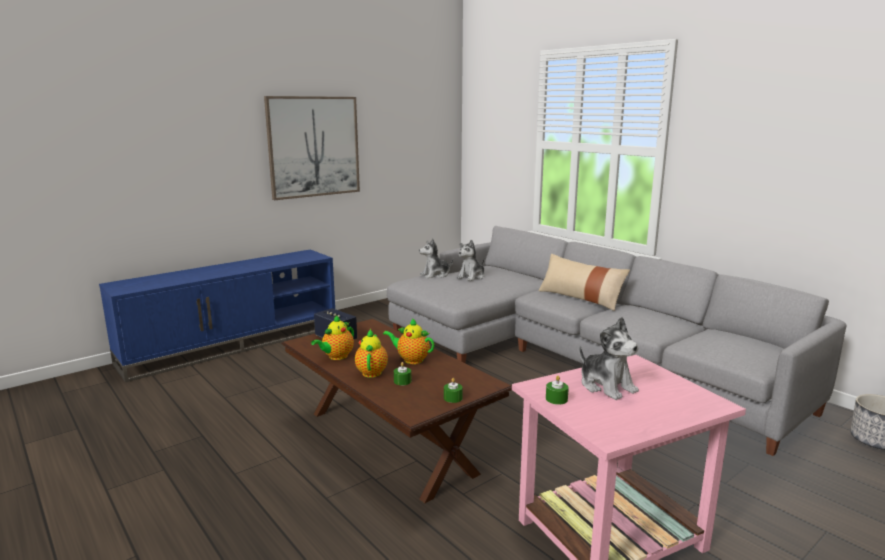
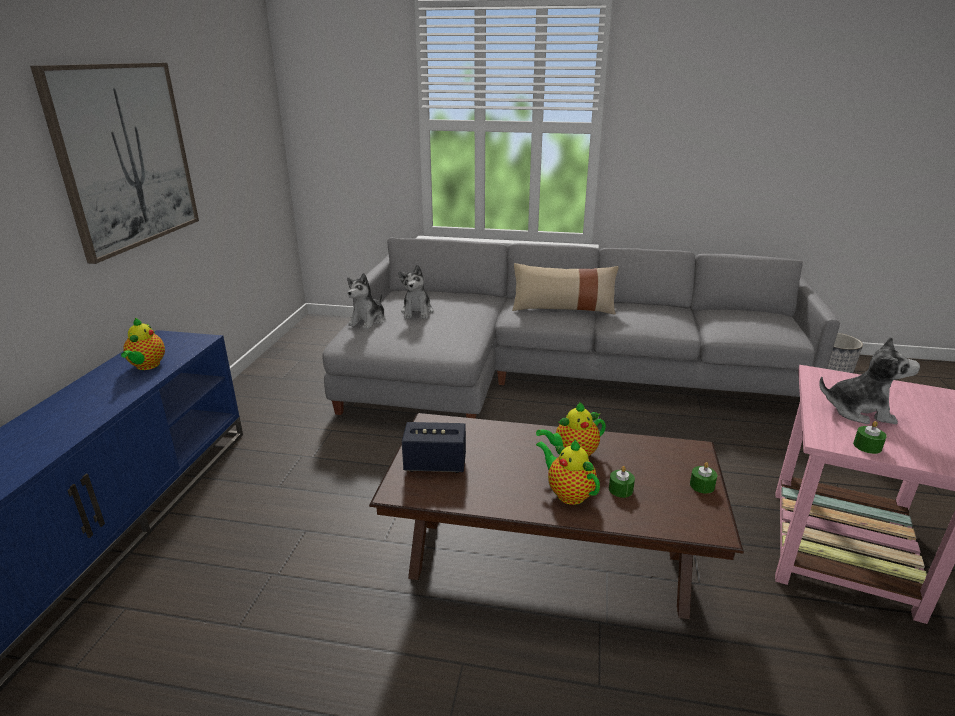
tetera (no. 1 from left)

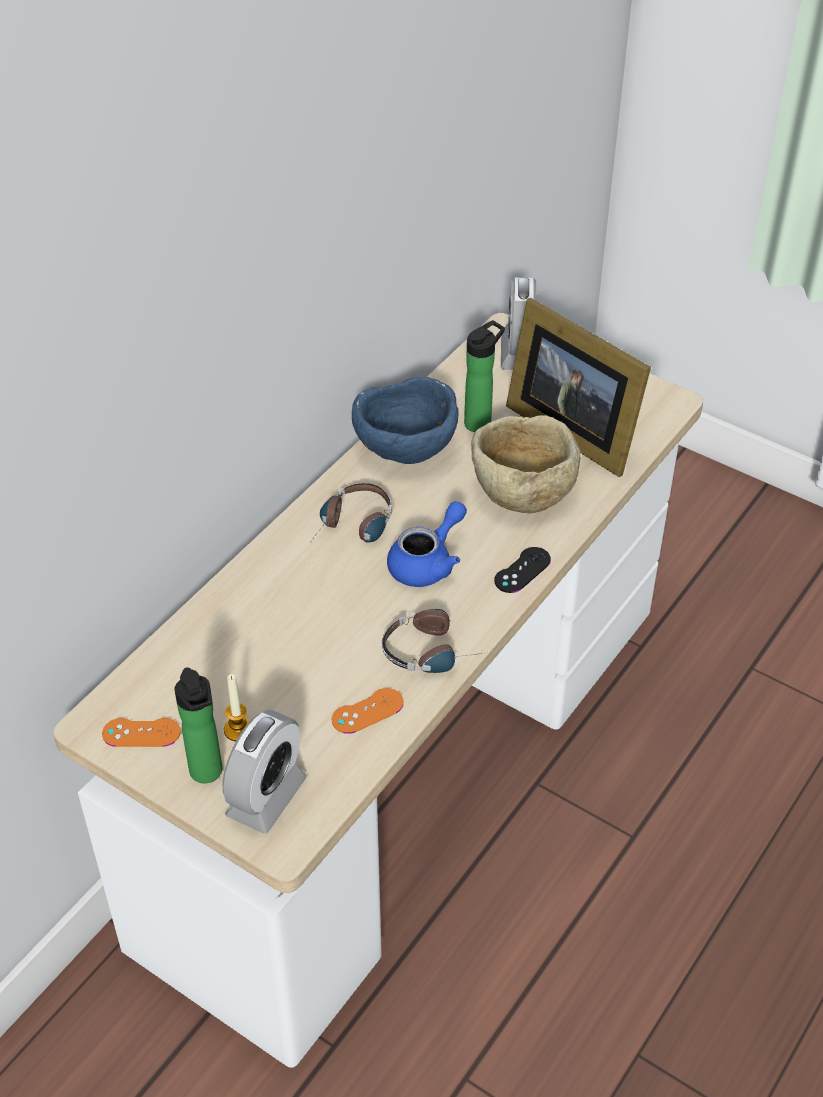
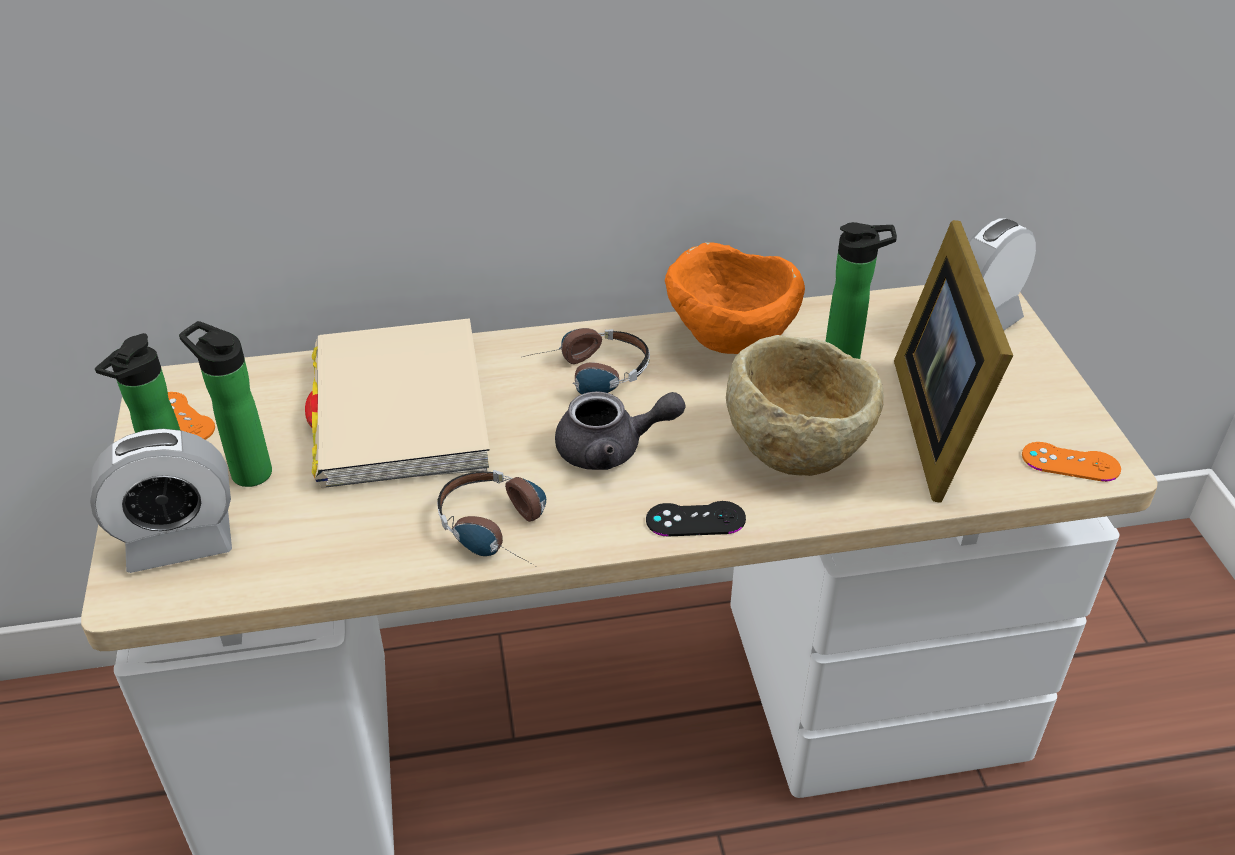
libro/beis
mando de consola/naranja (no. 2 from left)
botella (no. 2 from left)
cuenco/naranja
tetera/gris

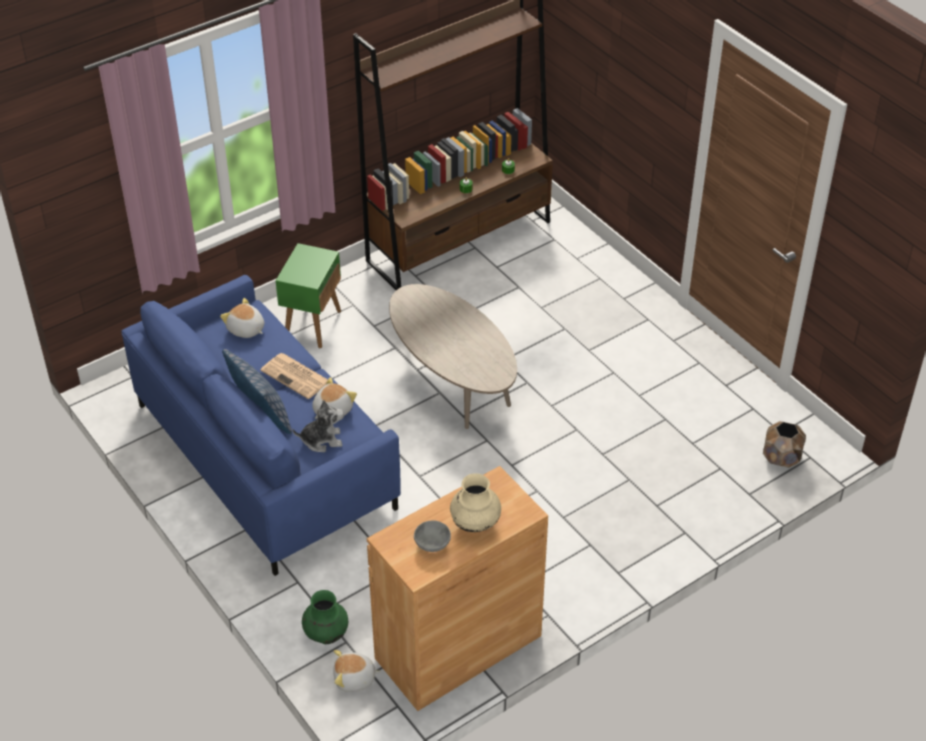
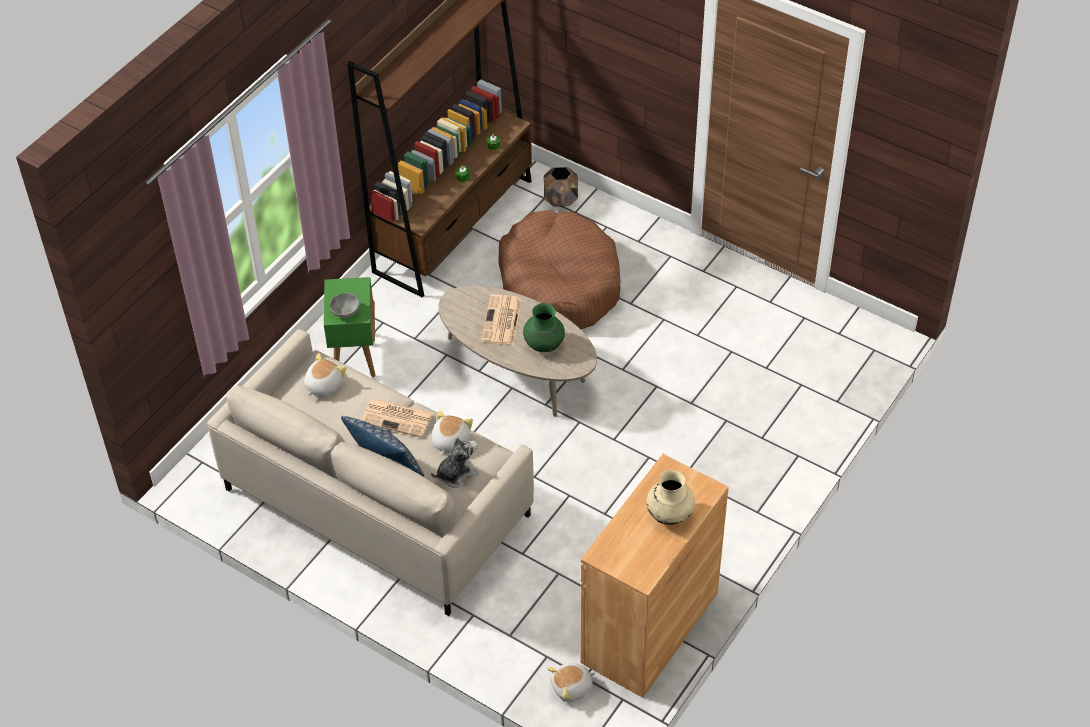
periódico (no. 2 from left)
cama para perro/marrón
florero/verde
cuenco/gris
maceta/marrón
sofá/beis
peluche (no. 1 from left)

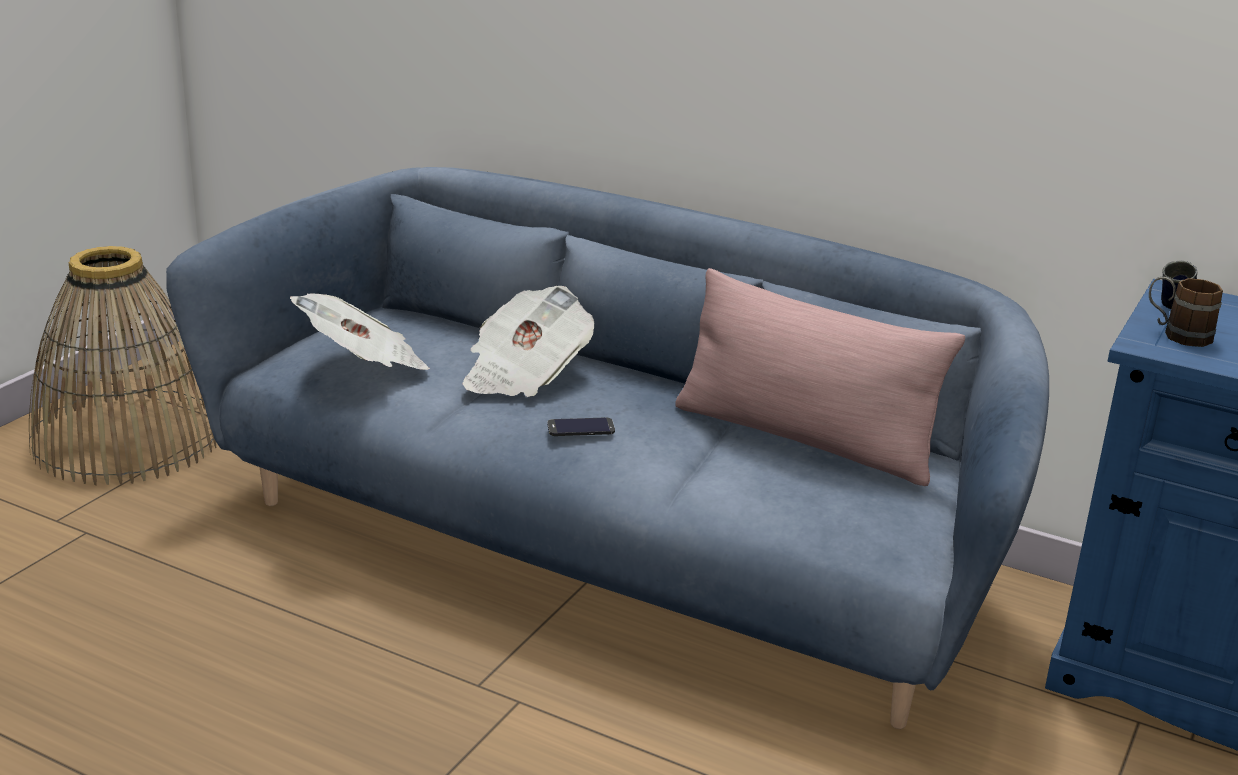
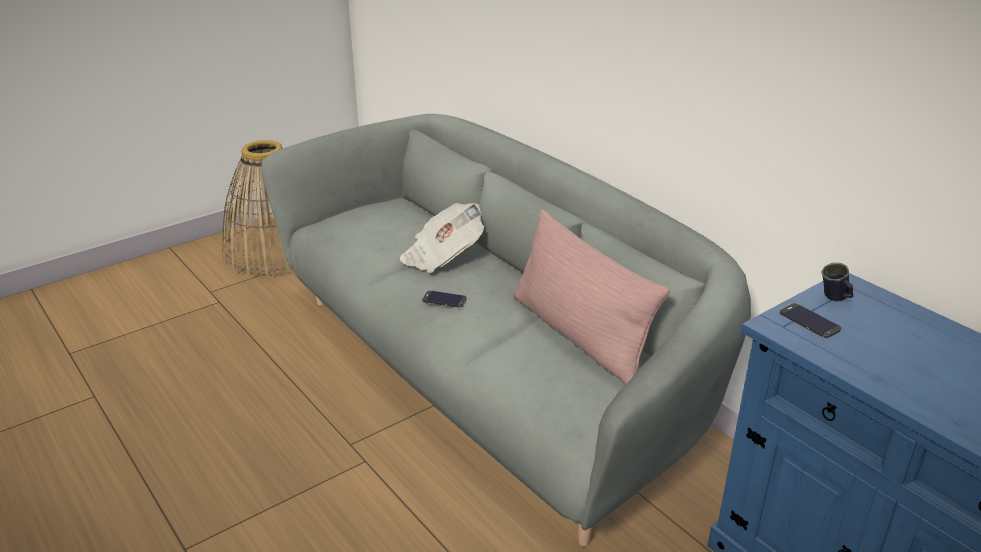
periódico (no. 1 from left in the first image)
móvil (no. 2 from left)
sofá/gris

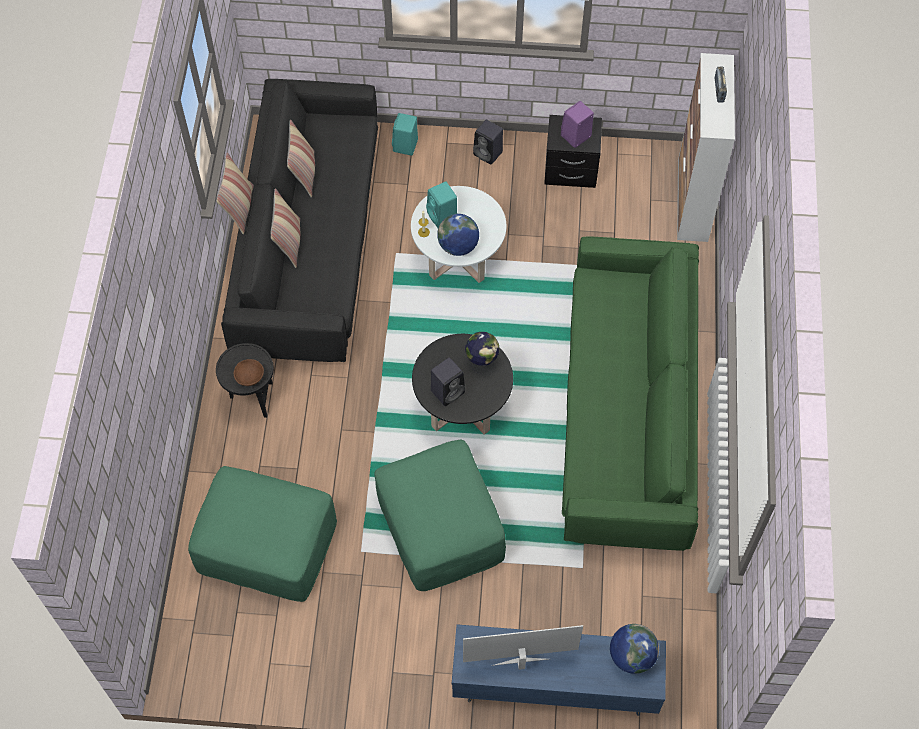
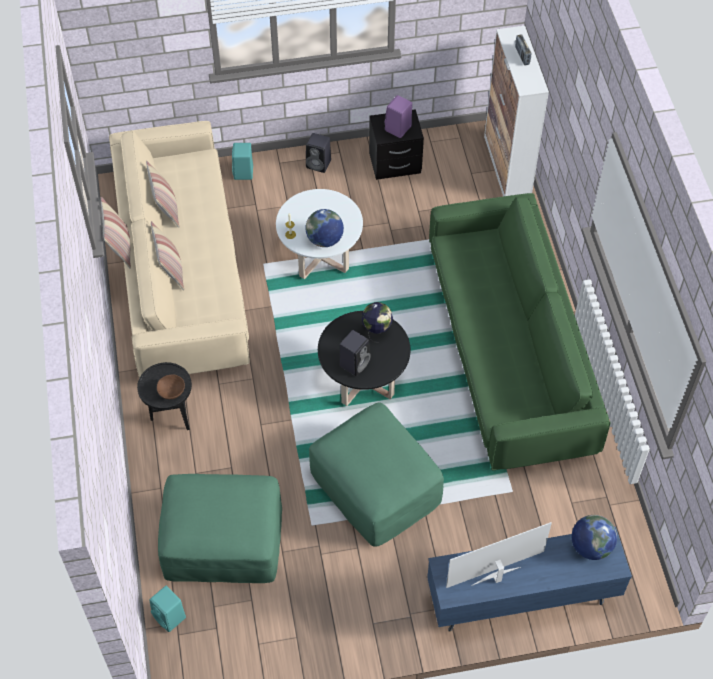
altavoz/turquesa (no. 1 from left)
sofá/beis

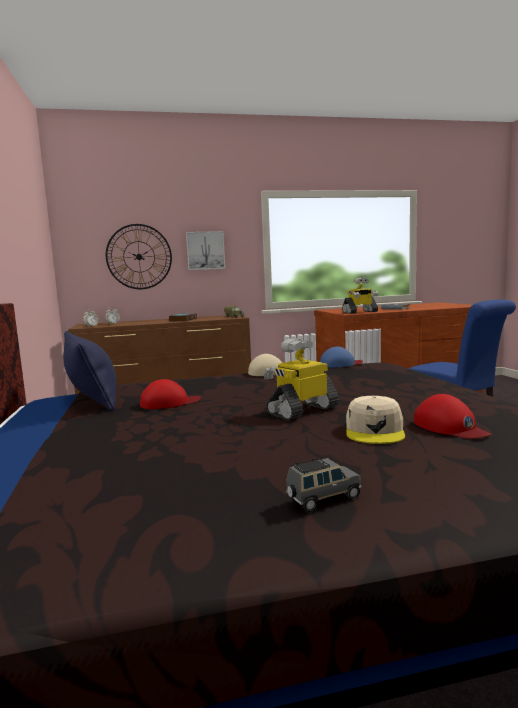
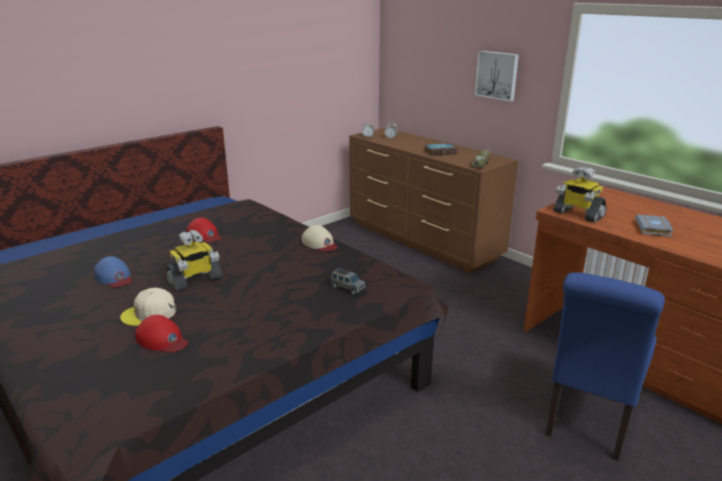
cojín/azul
reloj de pared
coche de juguete/gris
gorra/azul
robot de juguete (no. 1 from left)
gorra/rojo (no. 1 from left)

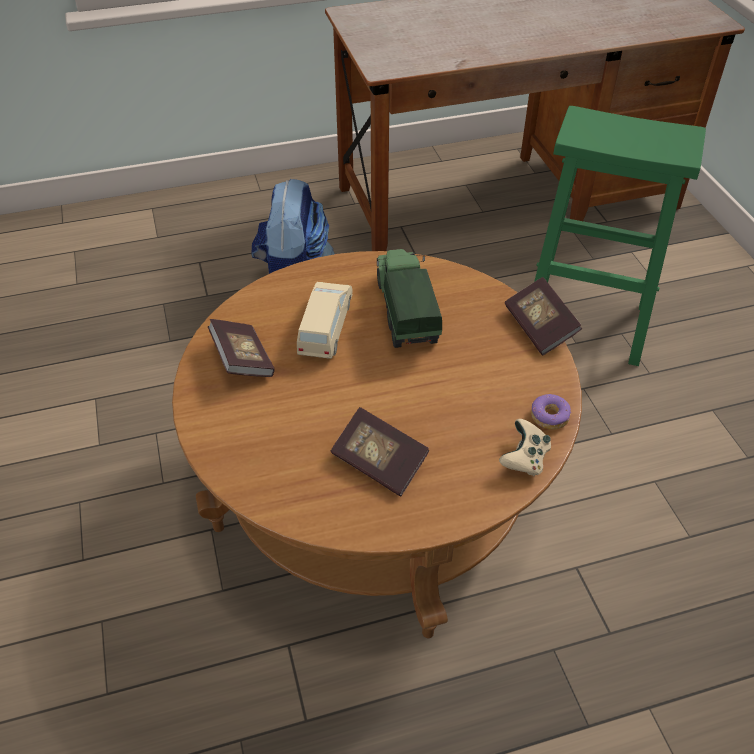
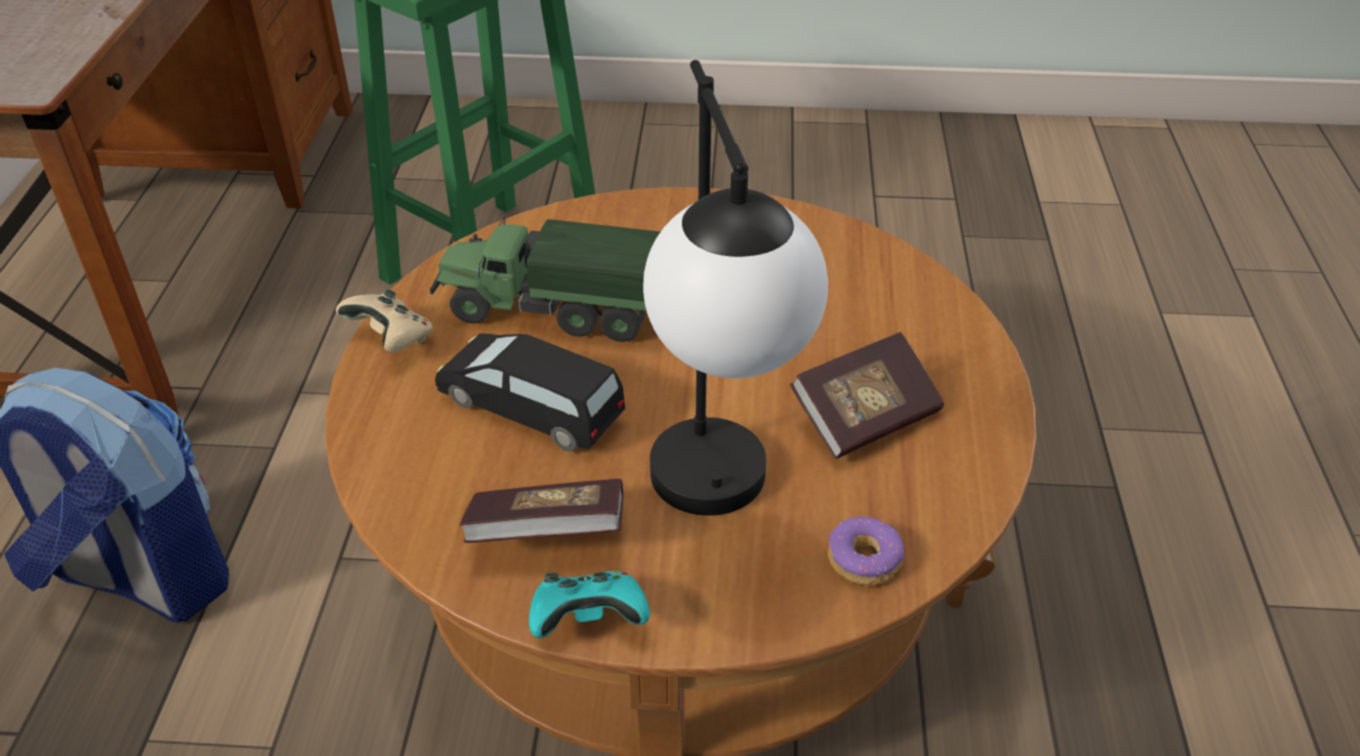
libro (no. 3 from left in the first image)
mando de consola/turquesa
lámpara de mesa
mando de consola/beis
rosquilla
coche de juguete/negro

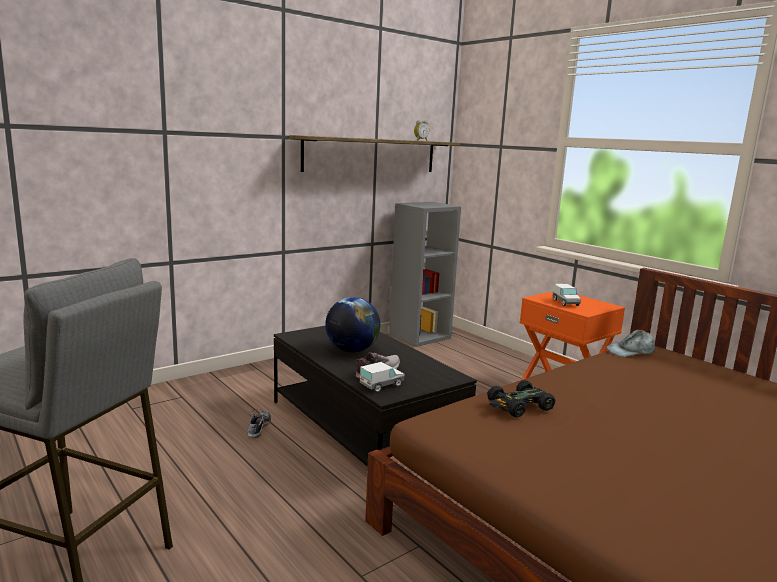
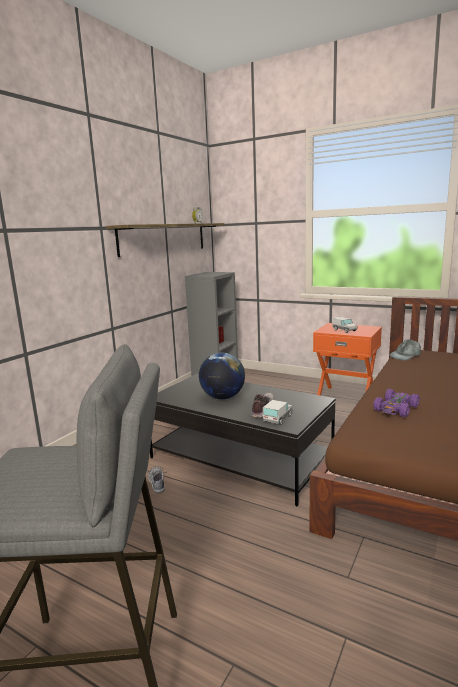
coche de juguete/morado

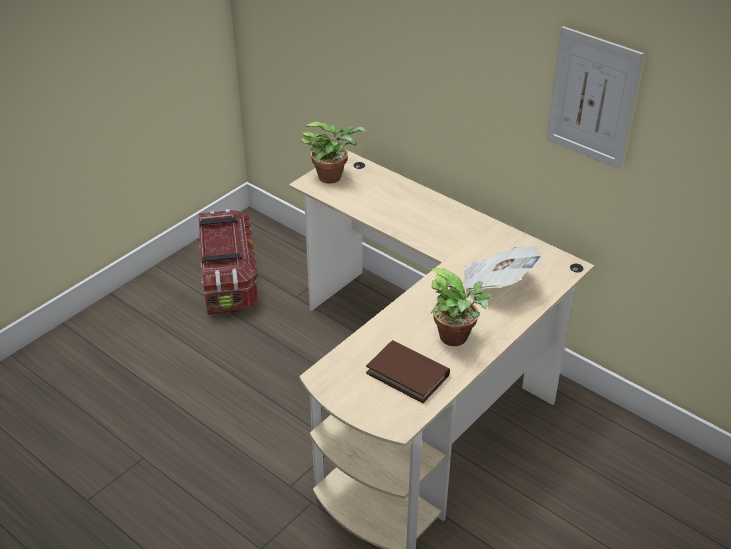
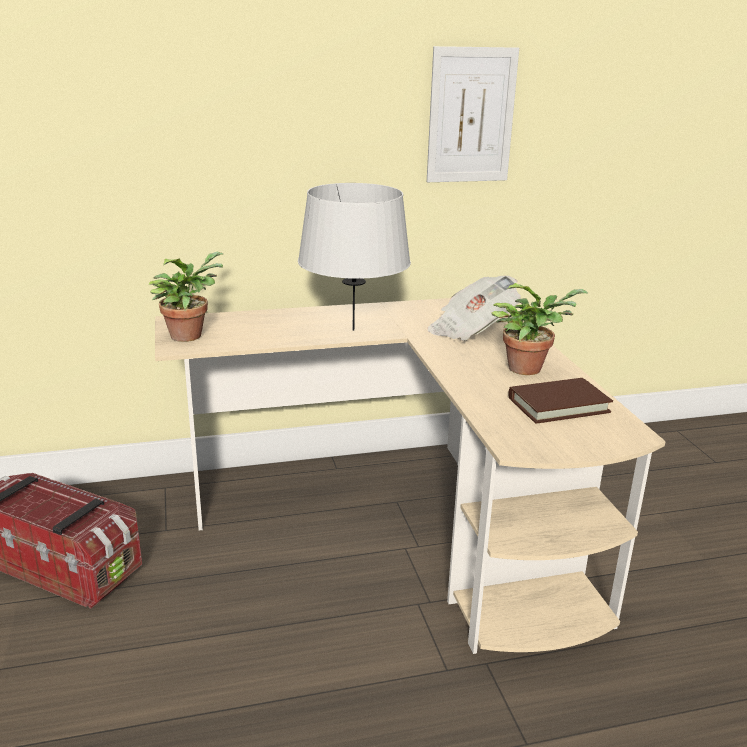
lámpara de mesa/gris

